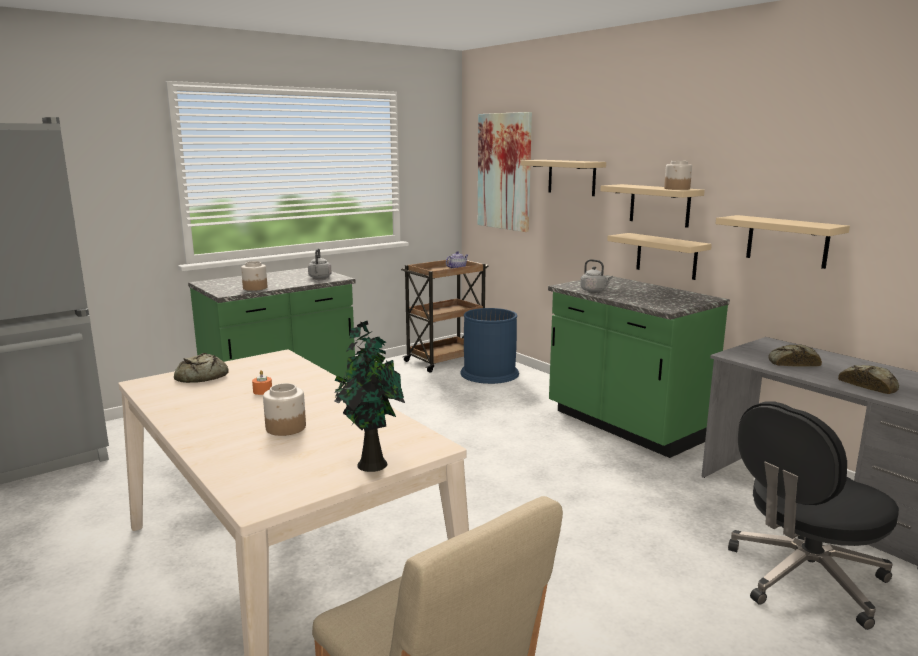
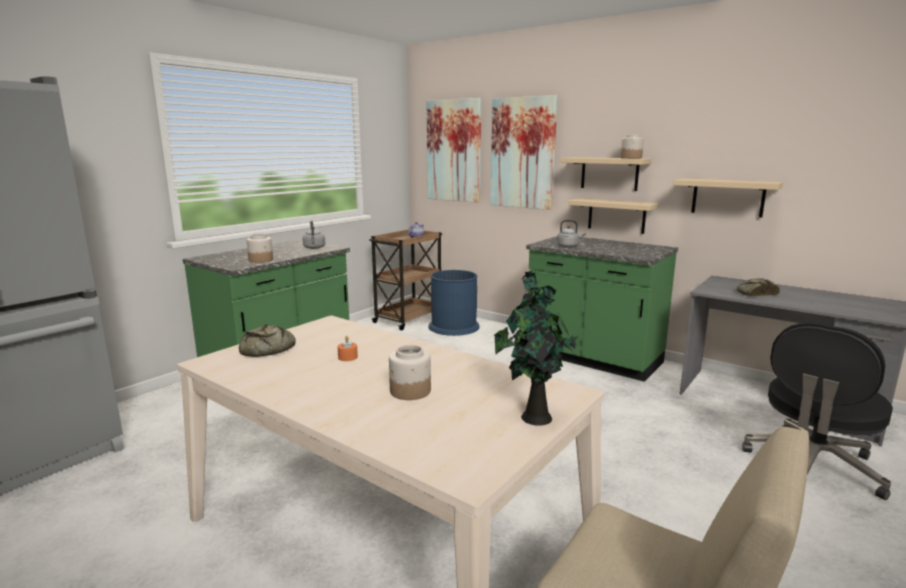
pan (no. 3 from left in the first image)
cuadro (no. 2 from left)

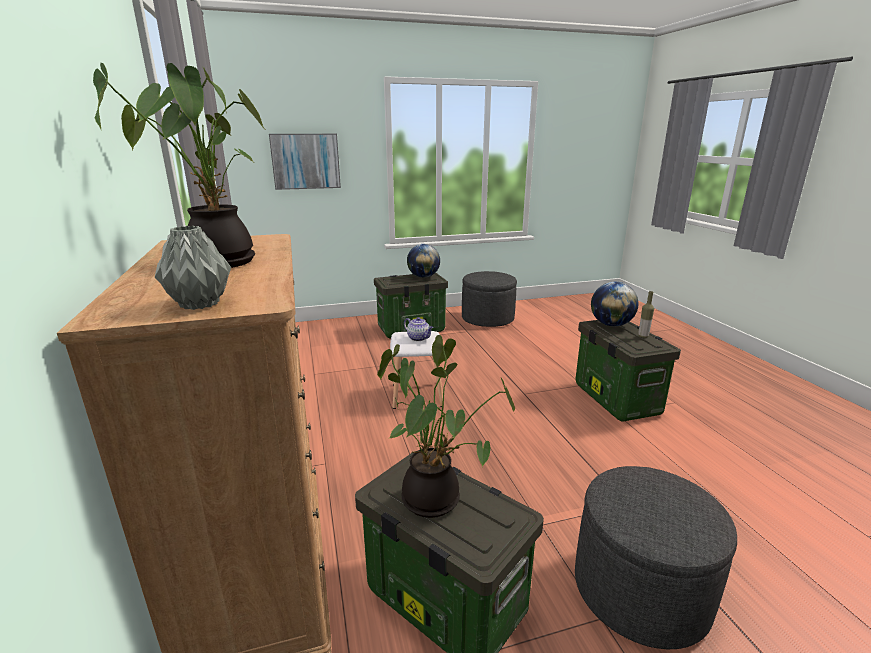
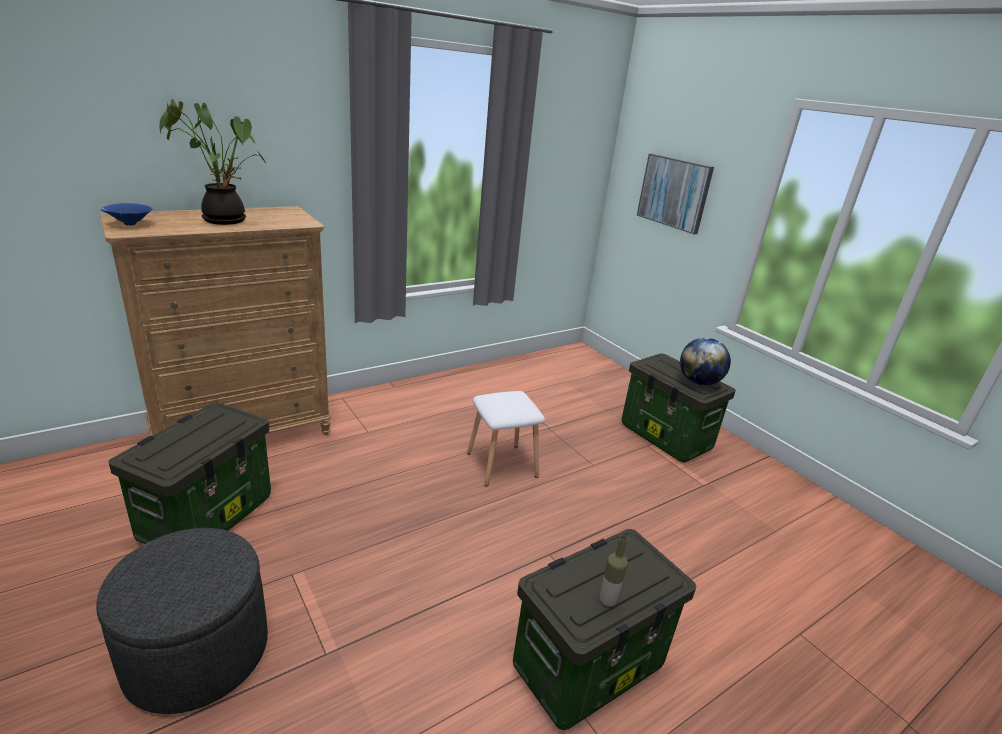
planta en maceta (no. 2 from left in the first image)
tetera
puf/gris (no. 1 from left in the first image)
globo terráqueo (no. 2 from left in the first image)
cuenco/azul

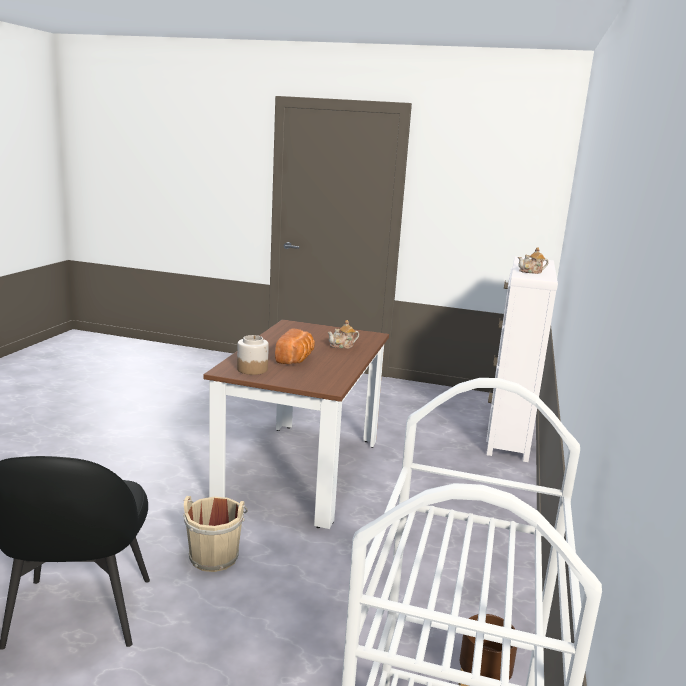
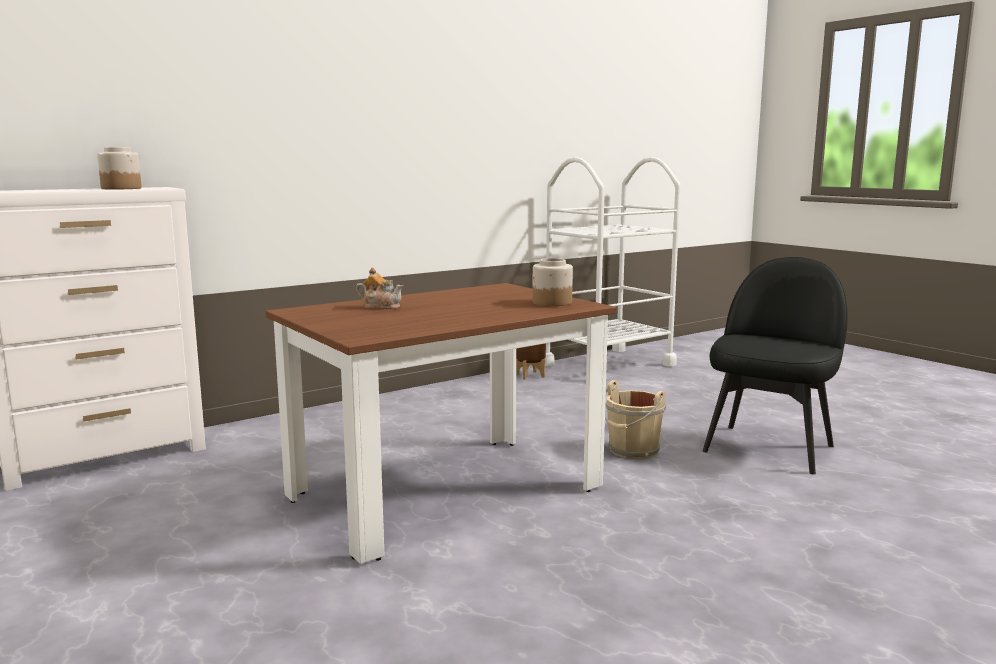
pan
tarro (no. 1 from left)

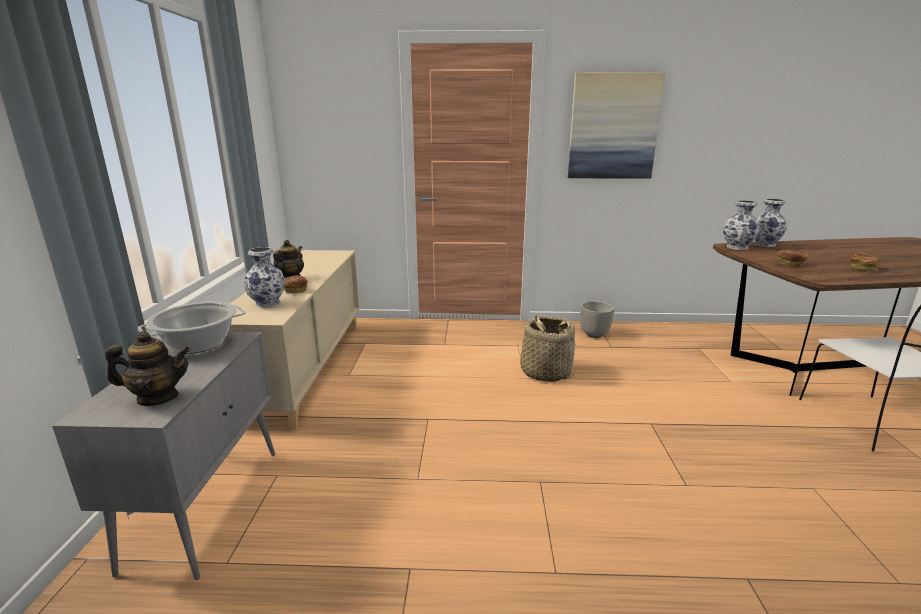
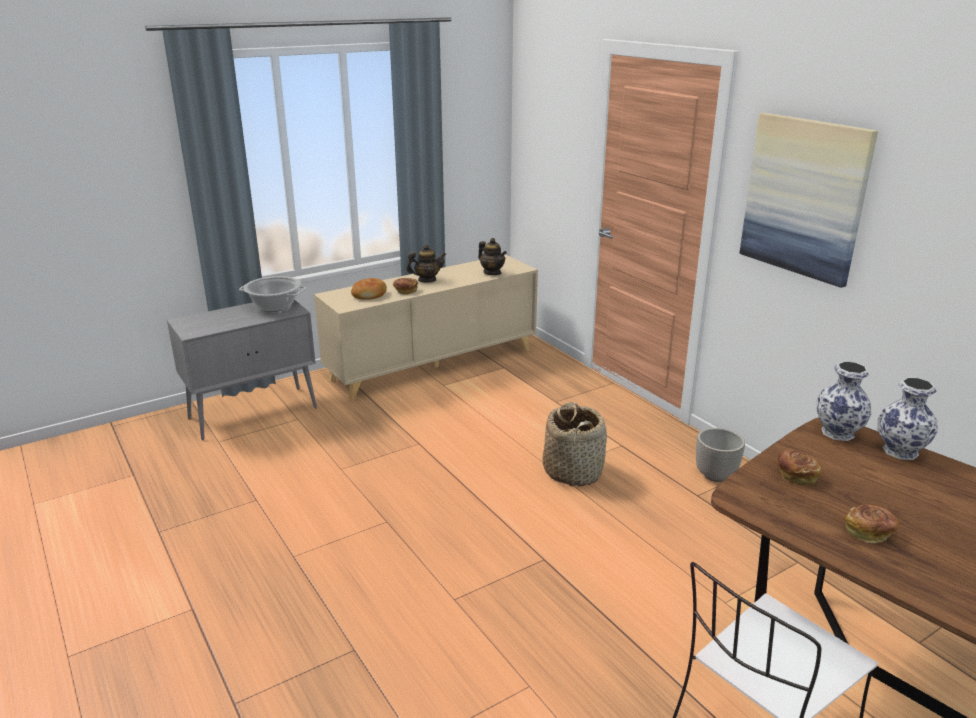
tetera (no. 2 from left)
pan (no. 1 from left)

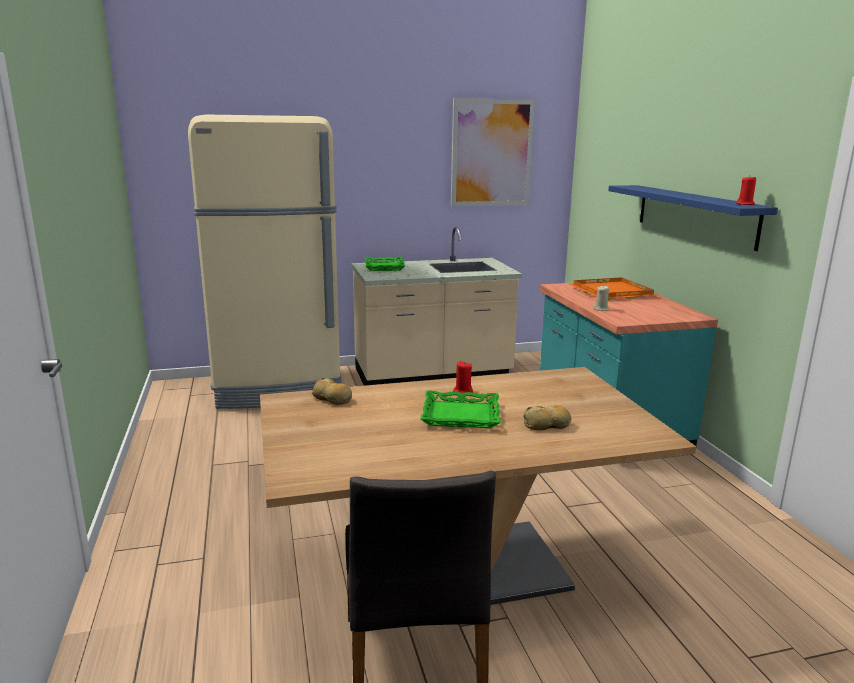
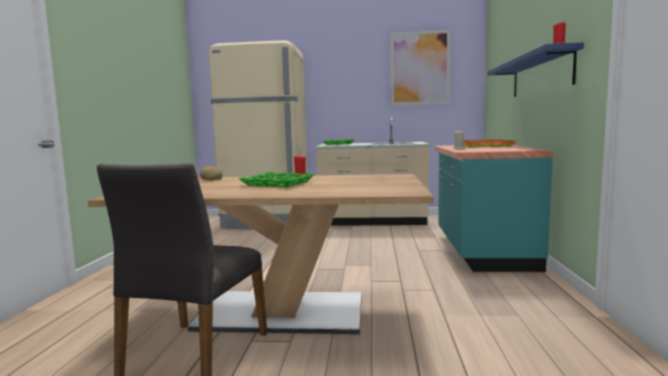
pan (no. 2 from left in the first image)

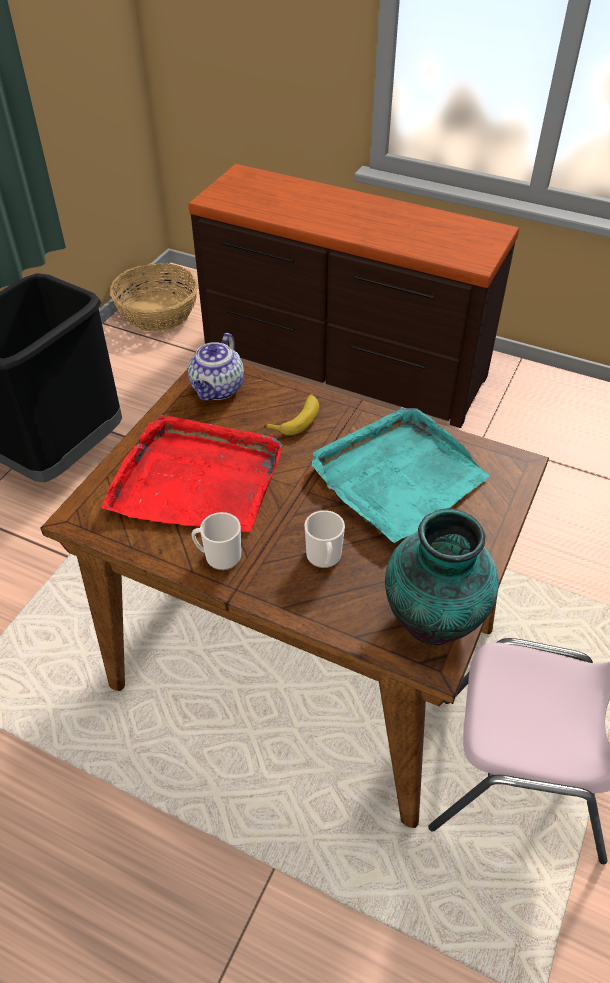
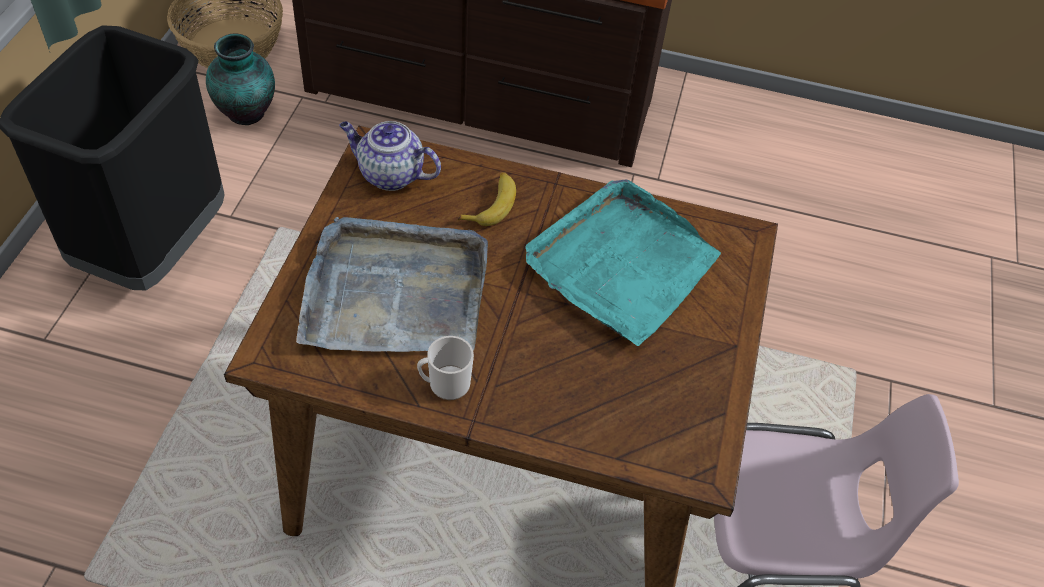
taza grande (no. 2 from left in the first image)
florero
bandeja/gris
tetera

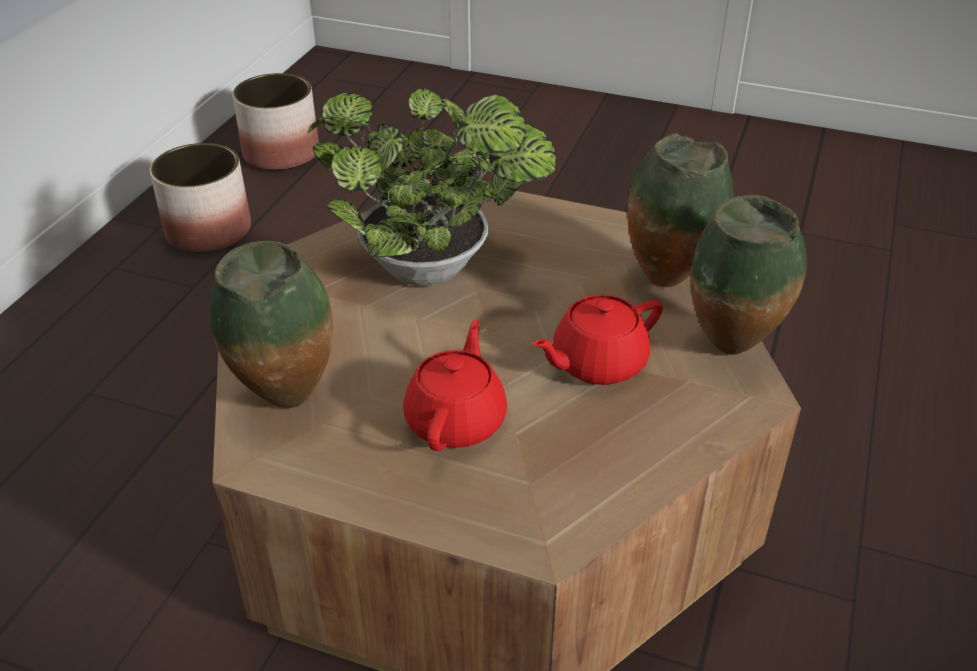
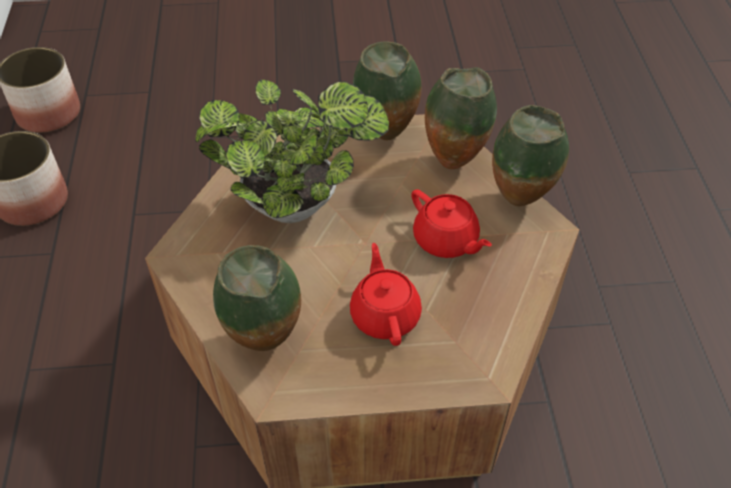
florero (no. 2 from left)
tetera/rojo (no. 2 from left)

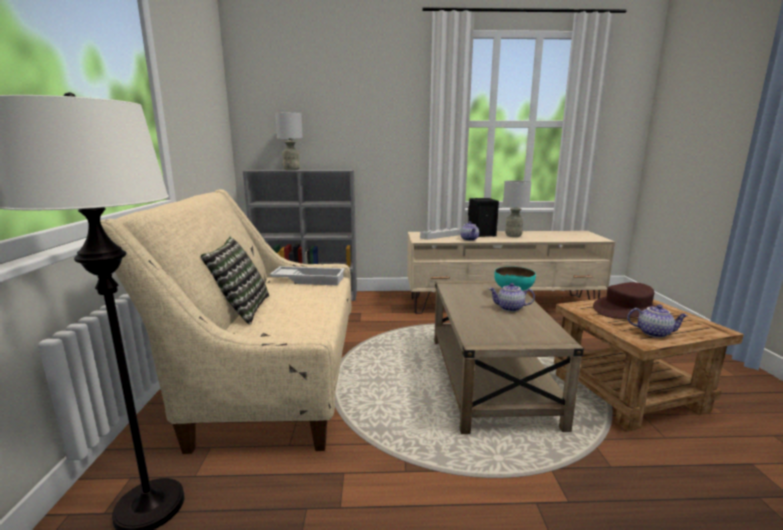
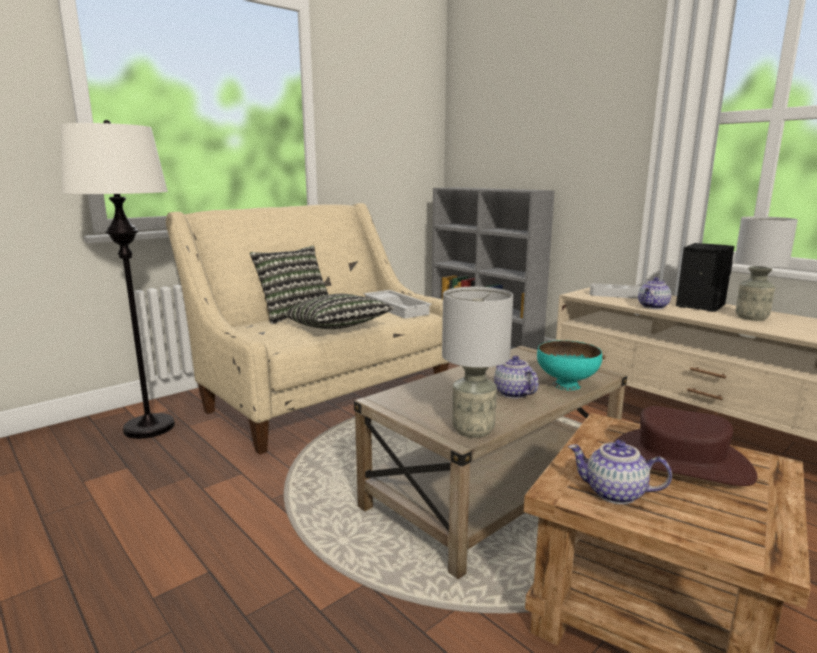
cojín (no. 2 from left)
lámpara de mesa/gris (no. 1 from left)
tetera (no. 2 from left)

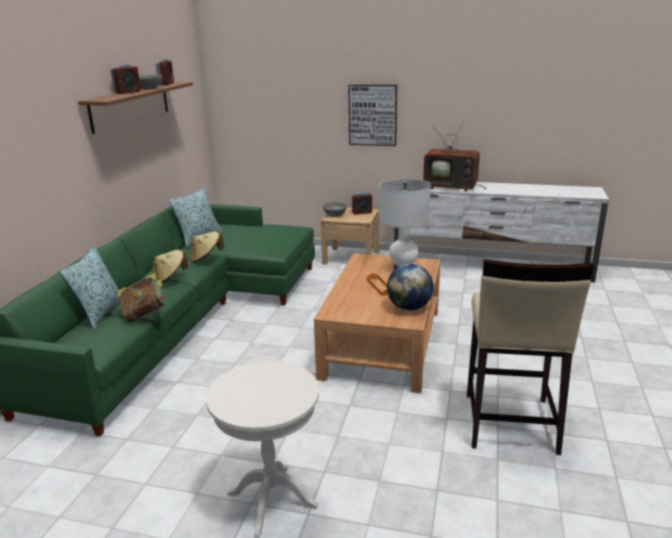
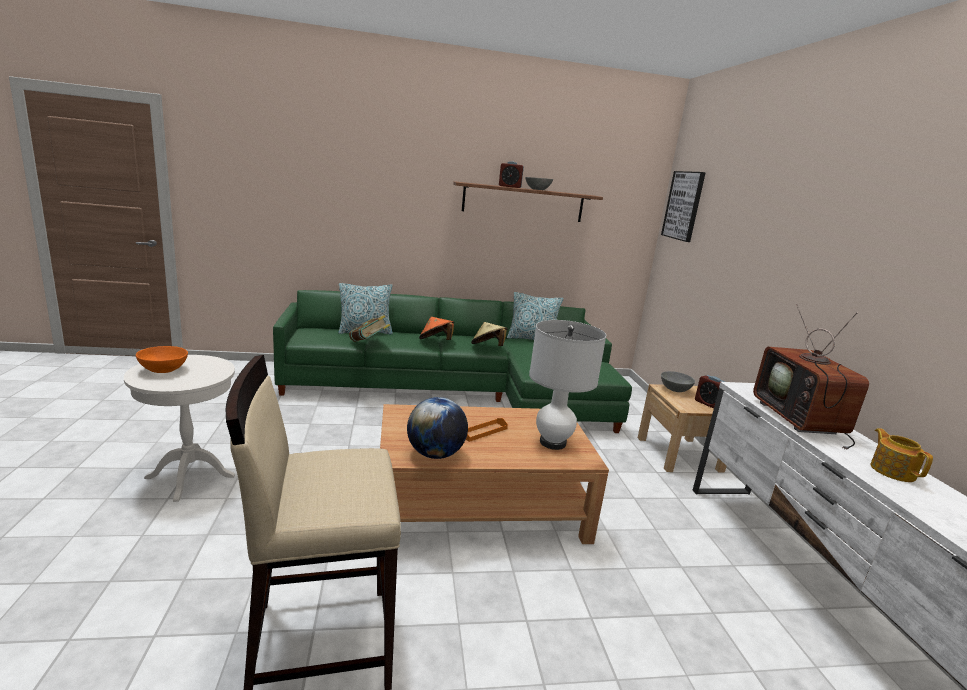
despertador (no. 2 from left in the first image)
cuenco/naranja
tetera
cuadro
sombrero/naranja

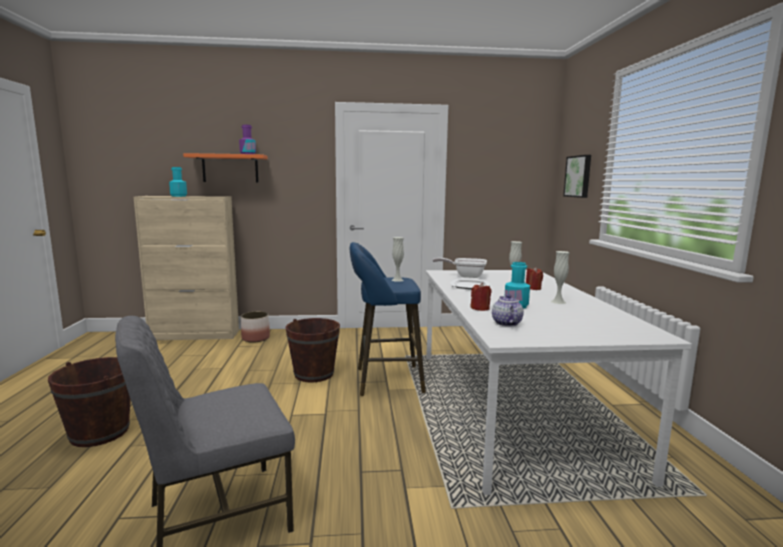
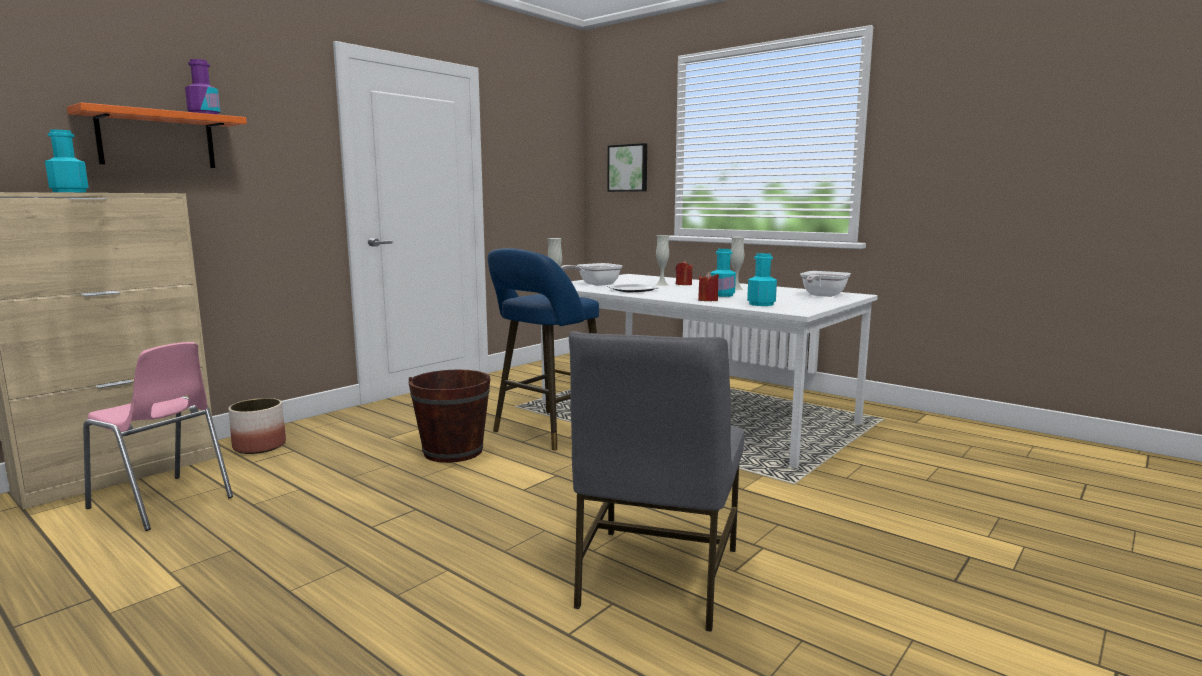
cubo/marrón (no. 1 from left in the first image)
silla/rosa
sartén (no. 2 from left)
botella/turquesa (no. 3 from left)

